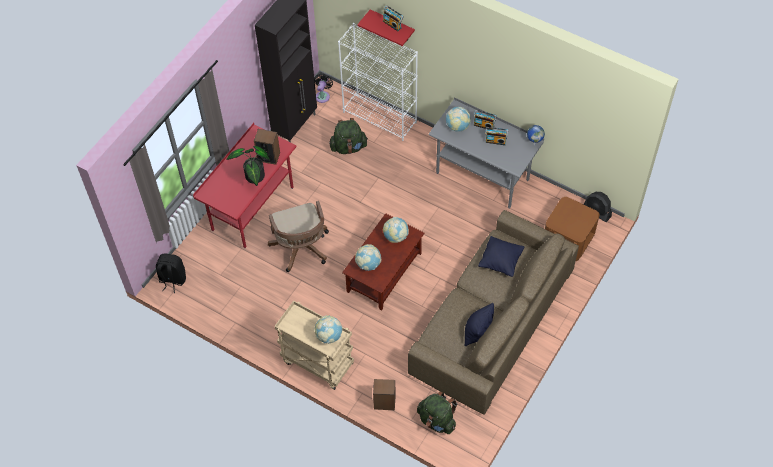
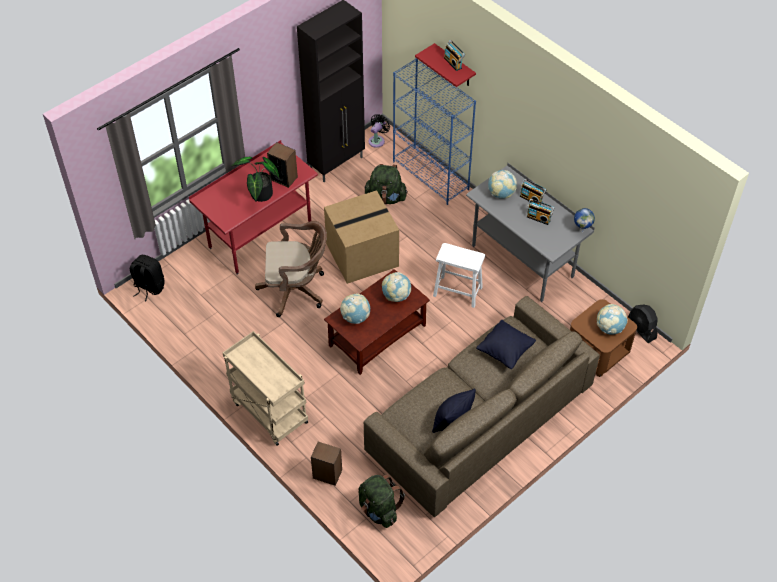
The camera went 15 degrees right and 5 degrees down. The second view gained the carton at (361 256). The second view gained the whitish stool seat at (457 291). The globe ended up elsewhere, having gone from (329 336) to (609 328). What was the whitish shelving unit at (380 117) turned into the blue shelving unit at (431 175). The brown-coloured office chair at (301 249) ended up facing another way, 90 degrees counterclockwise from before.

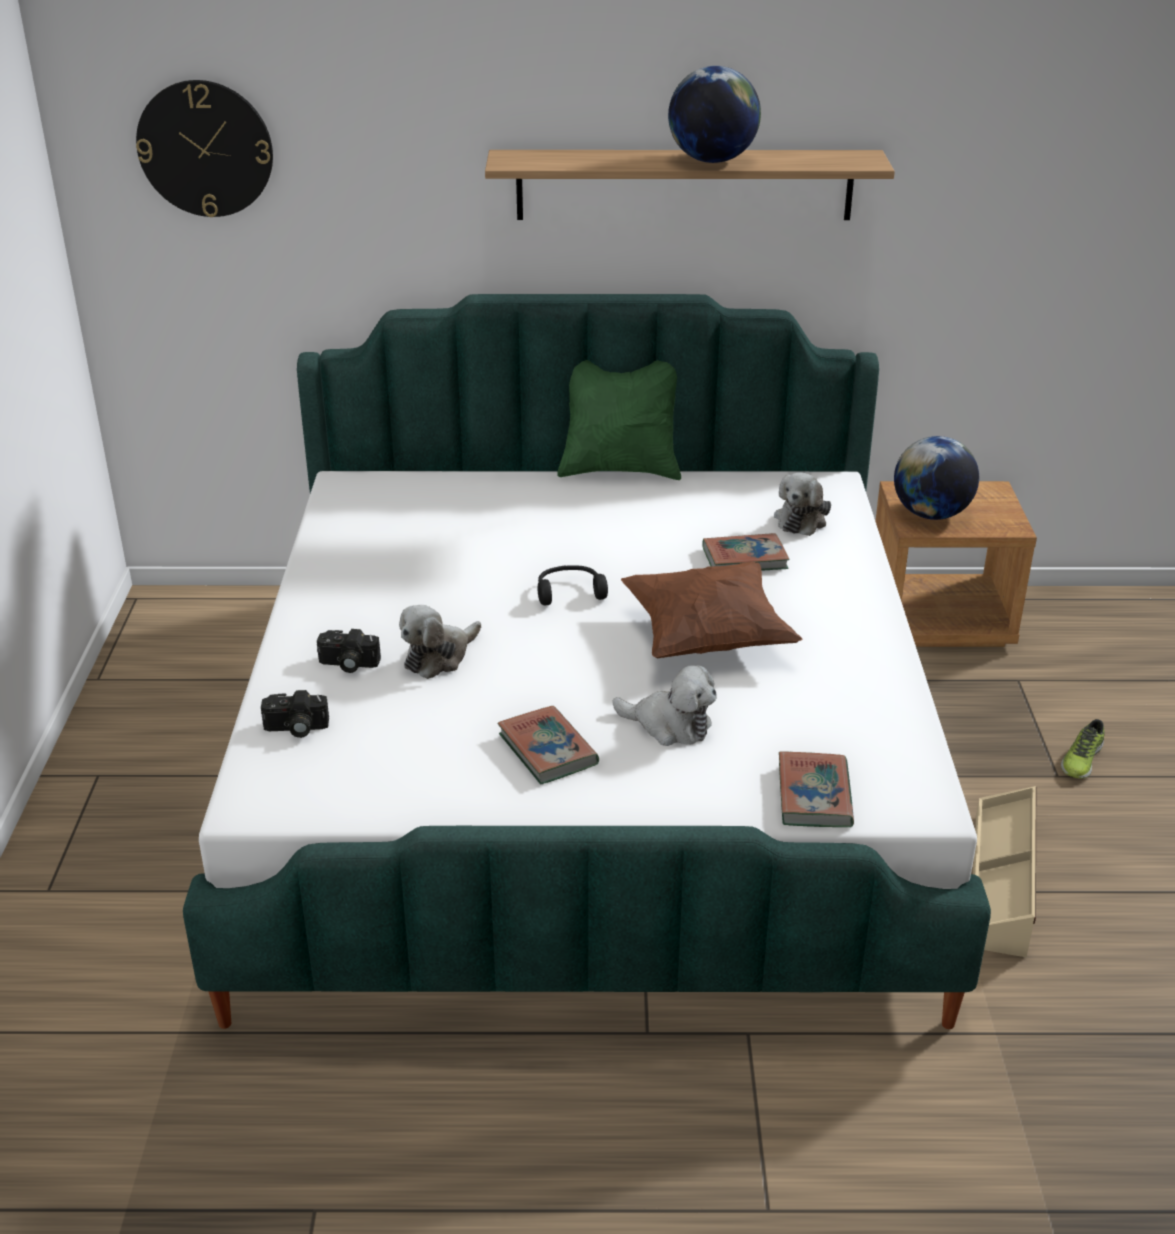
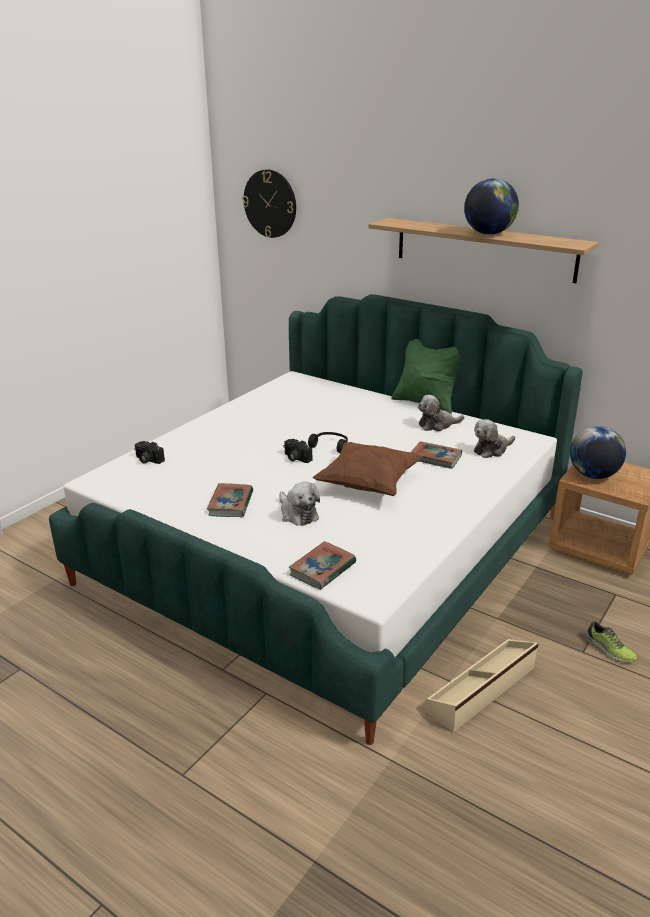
The camera went 35 degrees right and 5 degrees down. The still camera ended up elsewhere, having gone from (347 664) to (295 458). The cuddly toy ended up elsewhere, having gone from (439 657) to (437 425). The low shoe at (1081 760) ended up facing another way, 105 degrees counterclockwise from before.

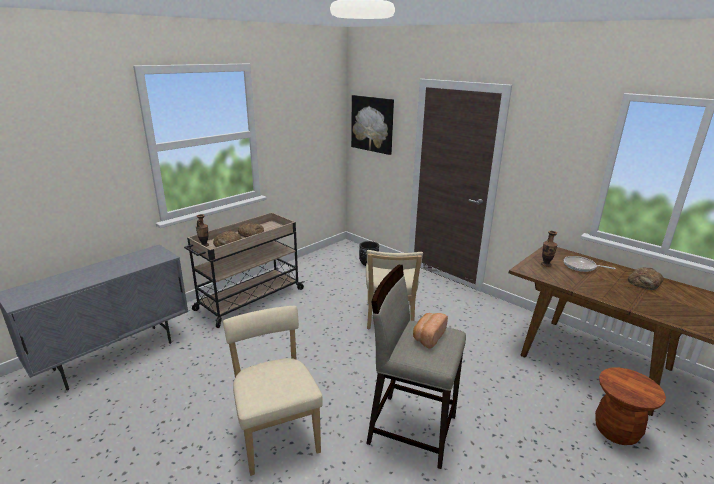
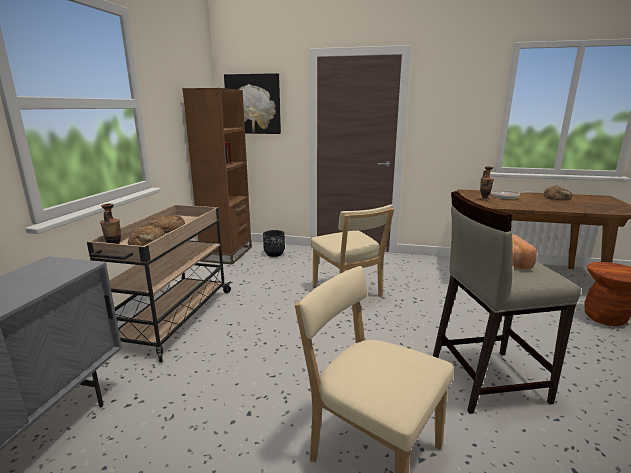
The camera went 30 degrees left and 5 degrees down. The second view gained the brown-coloured shelving unit at (227 254).

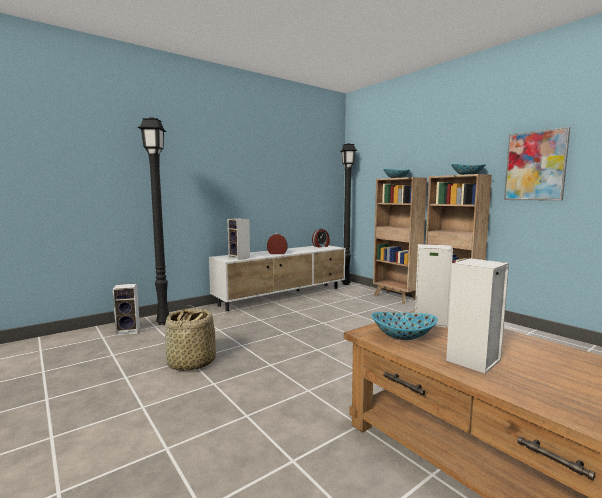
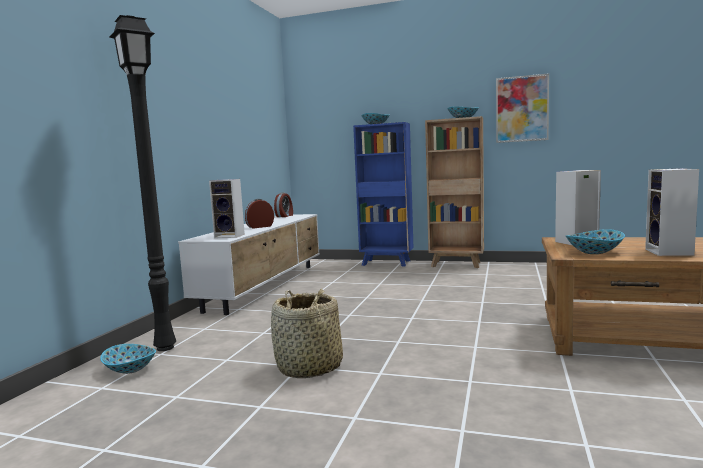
The camera went 35 degrees left and 0 degrees up. The second view lost the black standing lamp at (346 284). Where the audio speaker stood at (129 331), the serving bowl came to stand at (130 369). What was the brown-coloured shelving unit at (396 297) turned into the blue shelving unit at (387 263).

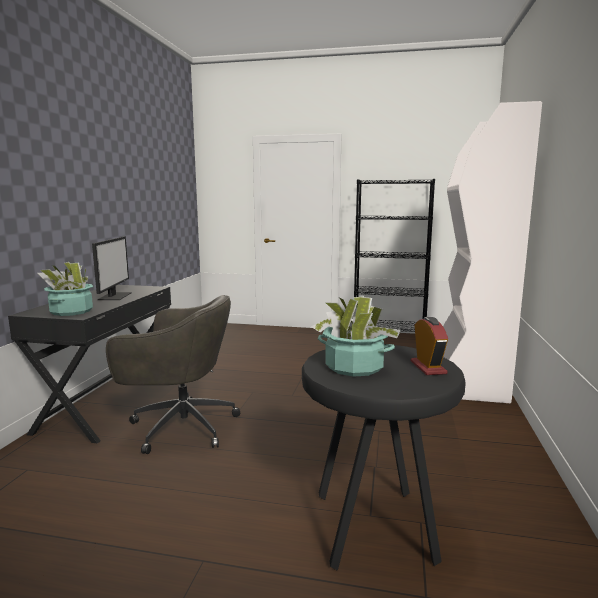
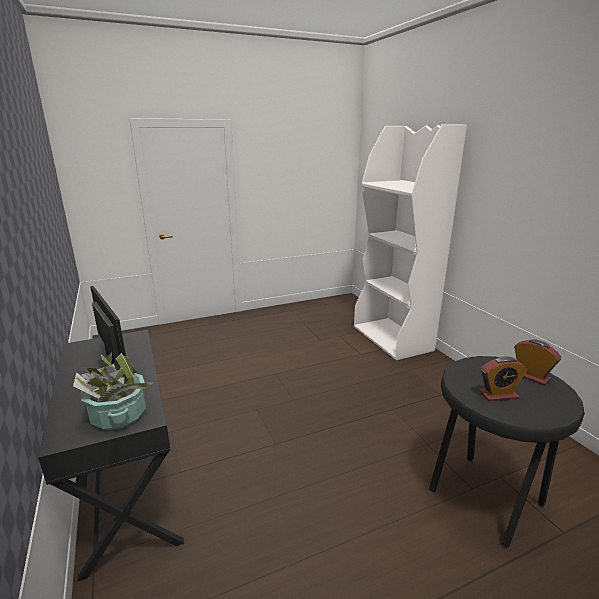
The camera went 35 degrees left and 10 degrees up. The second view lost the grey office chair at (180 426). The second view lost the black shelving unit at (389 337). Where the potted plant stood at (354 367), the alarm clock came to stand at (498 395).

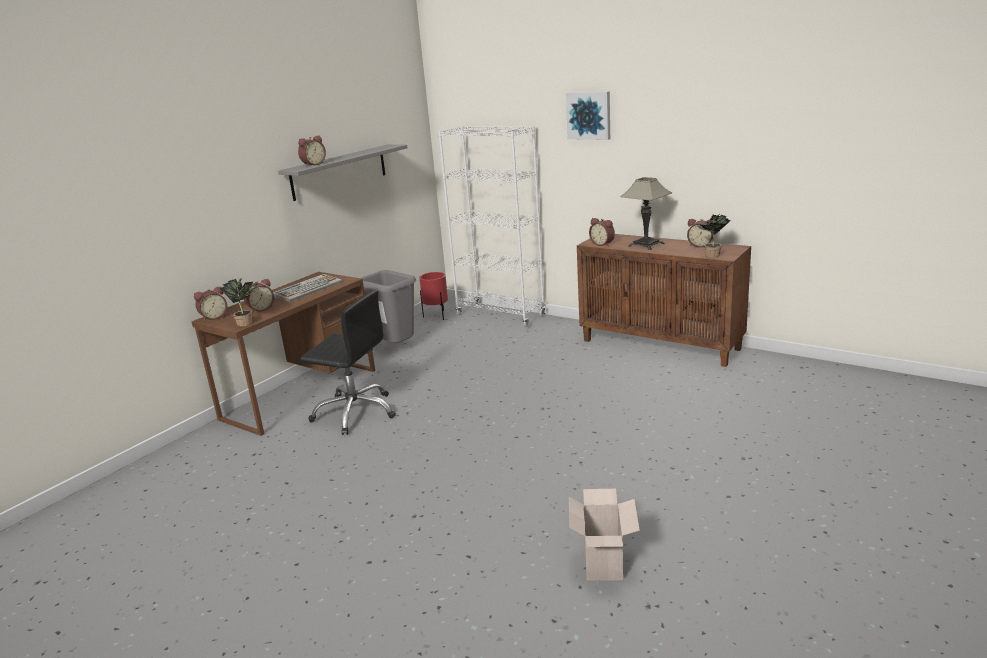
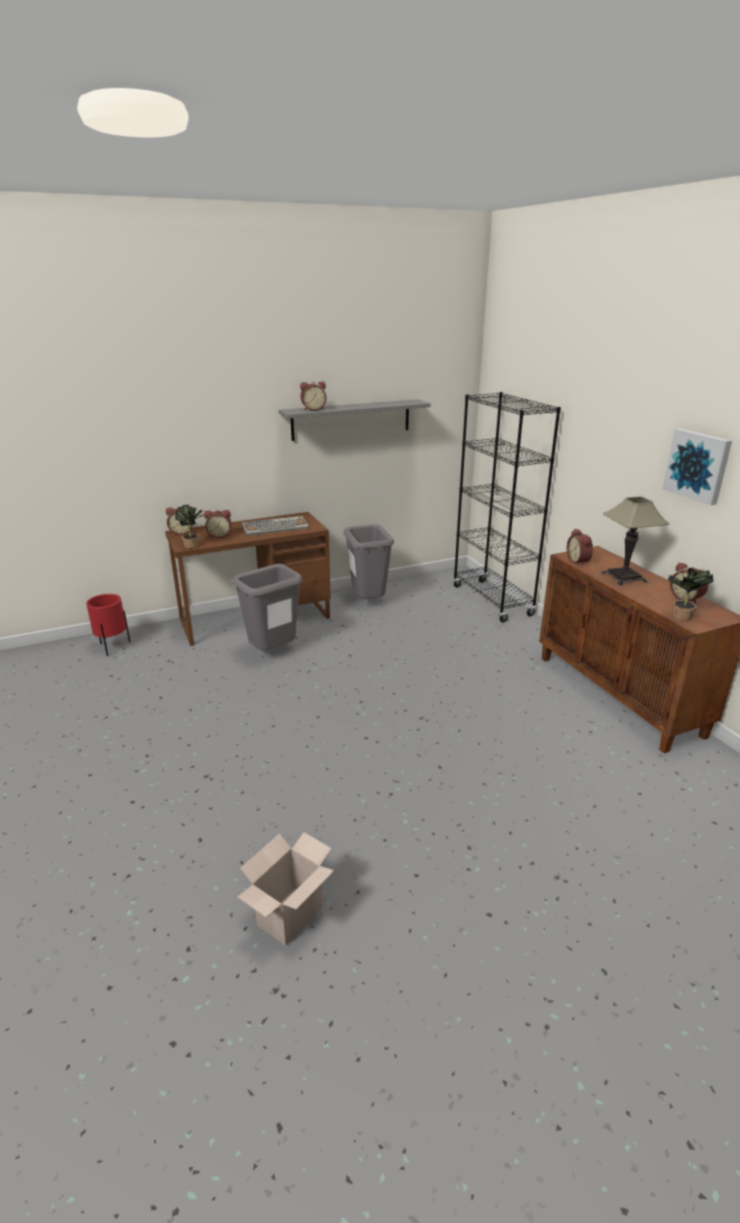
The camera went 30 degrees right and 5 degrees up. The red-coloured flower pot ended up elsewhere, having gone from (436 316) to (113 647). The picture ended up elsewhere, having gone from (589 115) to (698 465). Where the black office chair stood at (355 412), the grey rubbish bin came to stand at (272 653). What was the whitish shelving unit at (500 315) turned into the black shelving unit at (492 601).

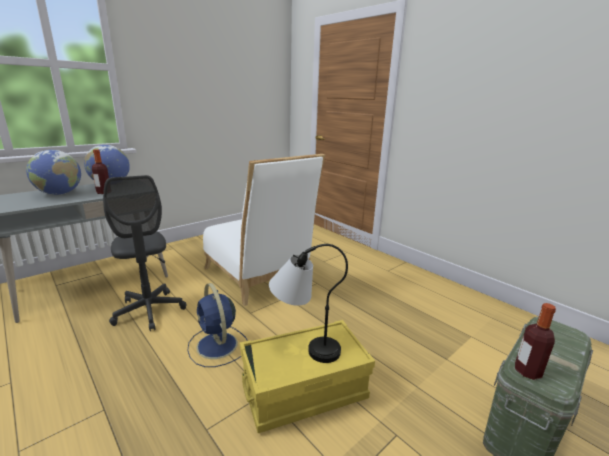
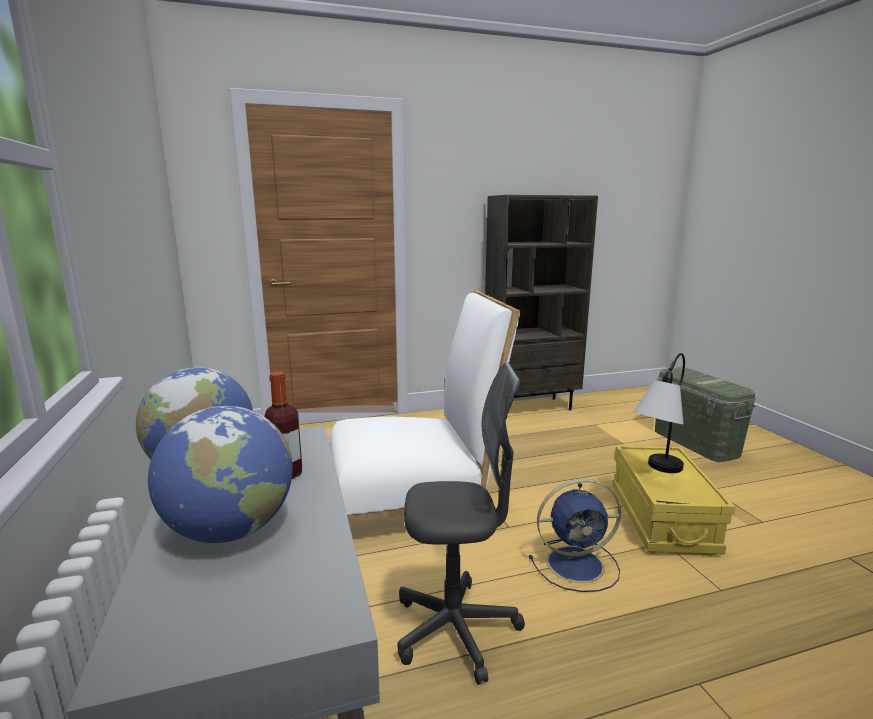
The camera went 65 degrees left and 5 degrees down. The second view lost the bottle at (527 371). The second view gained the brown-coloured shelving unit at (531 407).

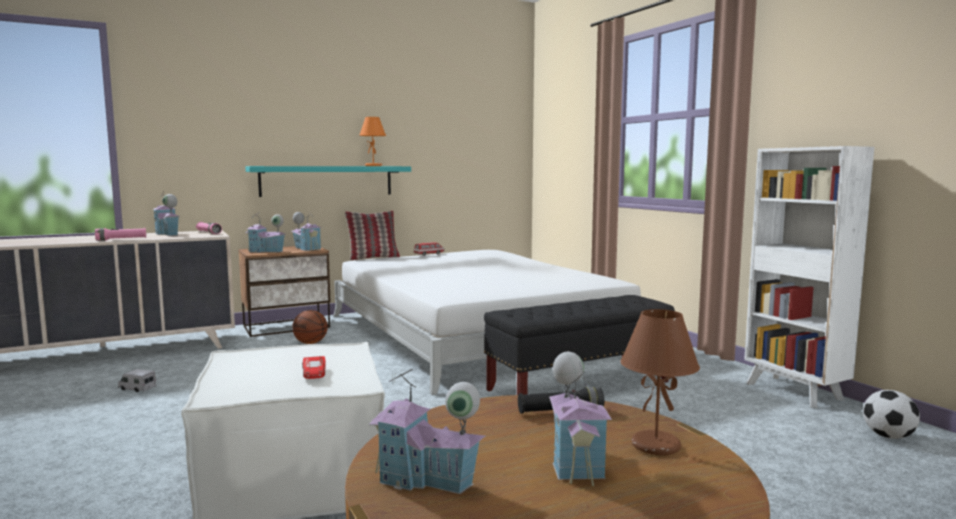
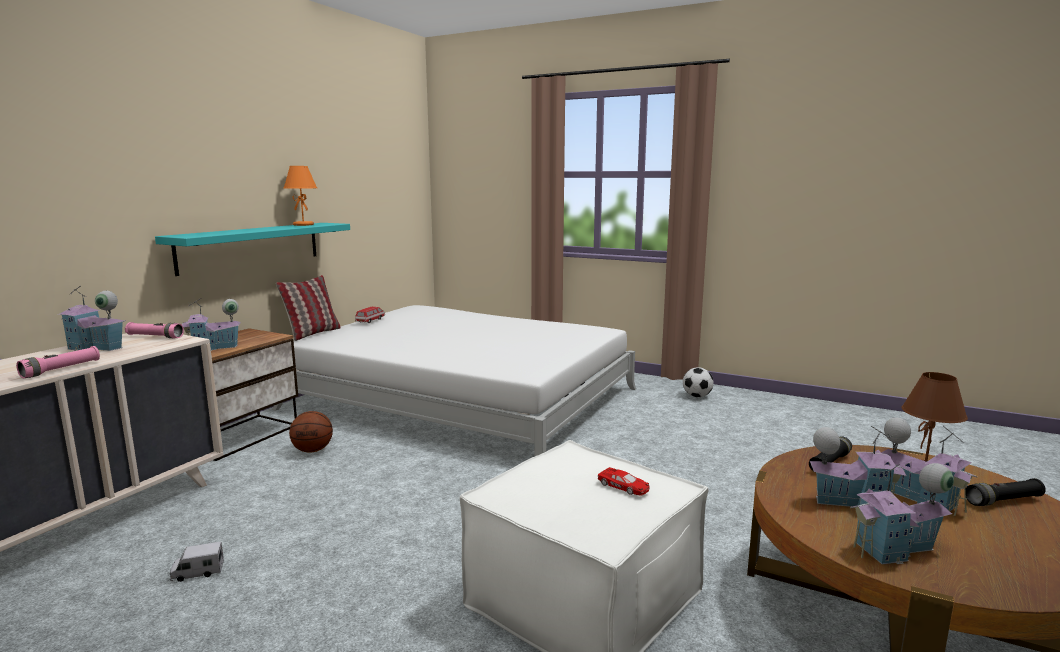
The camera went 35 degrees left and 5 degrees up. The second view lost the black long seat at (579 386). The second view lost the whitish shelving unit at (794 392). The second view gained the black hand torch at (1003 501). The model house ended up elsewhere, having gone from (307 248) to (851 502). The football ball ended up elsewhere, having gone from (888 436) to (697 396).

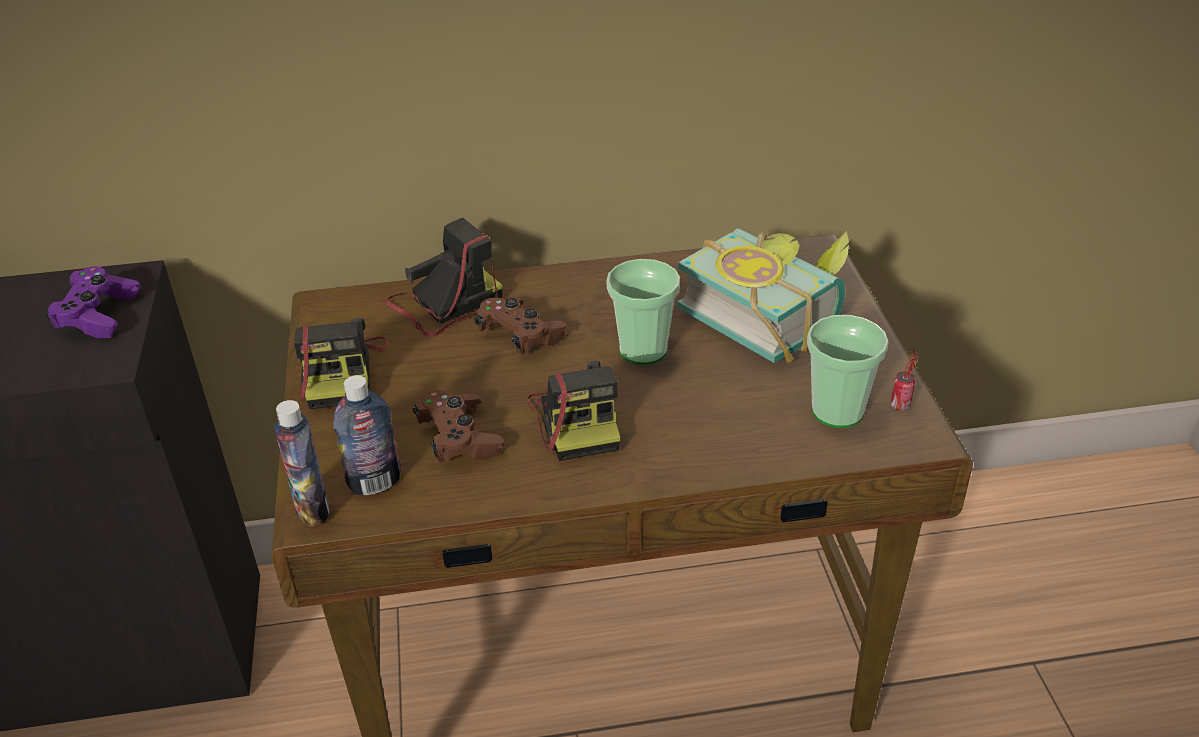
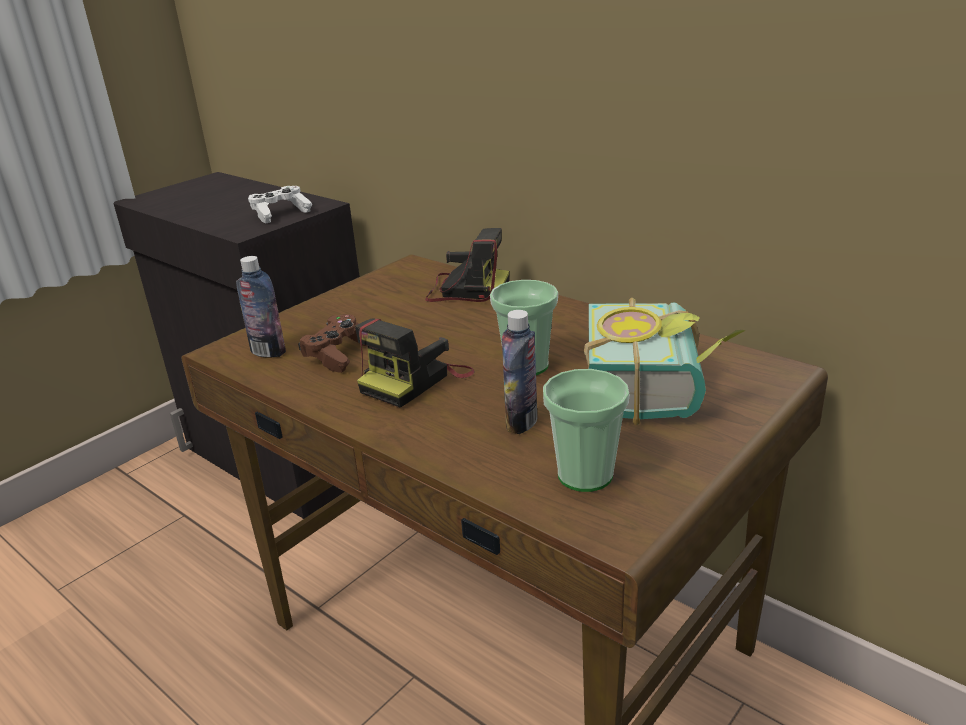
The camera went 50 degrees right and 10 degrees down. The second view lost the still camera at (342 373). The second view lost the brown-coloured joypad at (520 336). The second view lost the metal can at (901 404). The bottle ended up elsewhere, having gone from (312 509) to (521 422). What was the purplish joypad at (99 315) turned into the whitish joypad at (280 214).

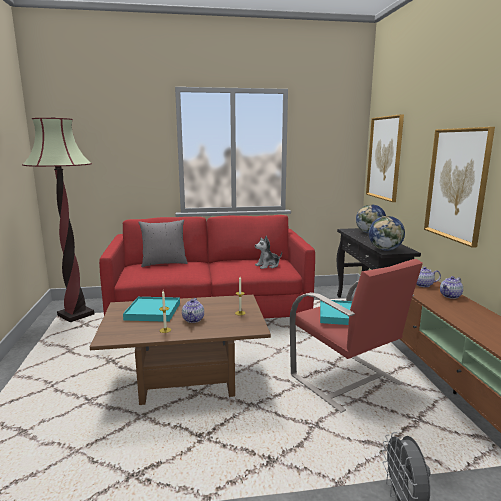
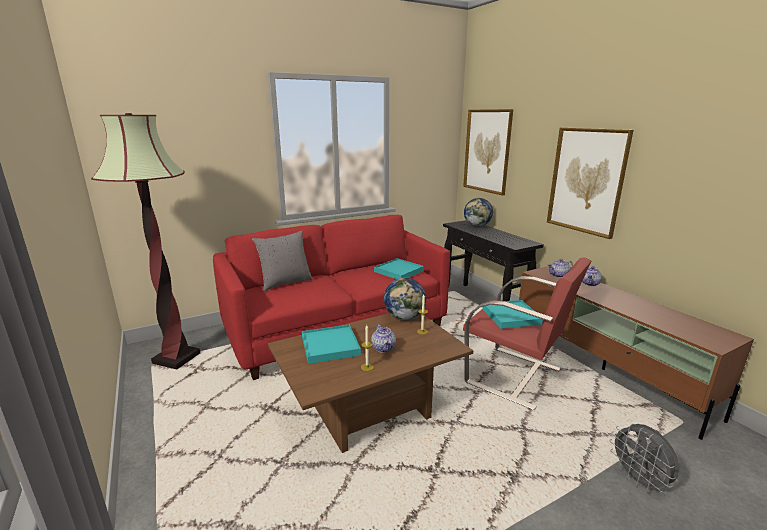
The camera went 20 degrees left and 5 degrees up. The globe ended up elsewhere, having gone from (385 249) to (405 317). Where the cuddly toy stood at (268 265), the turquoise serving tray came to stand at (399 271).

